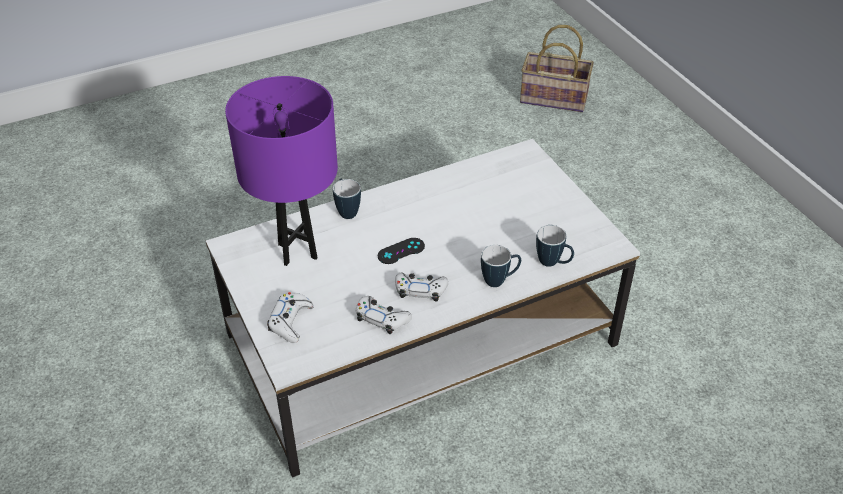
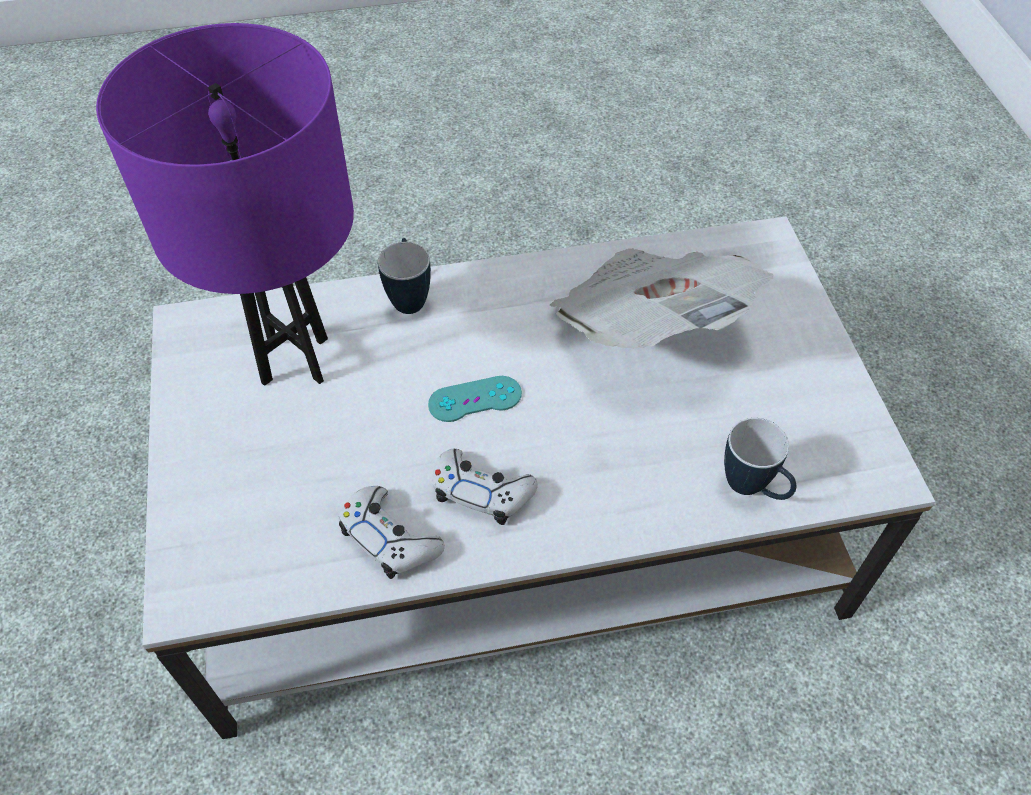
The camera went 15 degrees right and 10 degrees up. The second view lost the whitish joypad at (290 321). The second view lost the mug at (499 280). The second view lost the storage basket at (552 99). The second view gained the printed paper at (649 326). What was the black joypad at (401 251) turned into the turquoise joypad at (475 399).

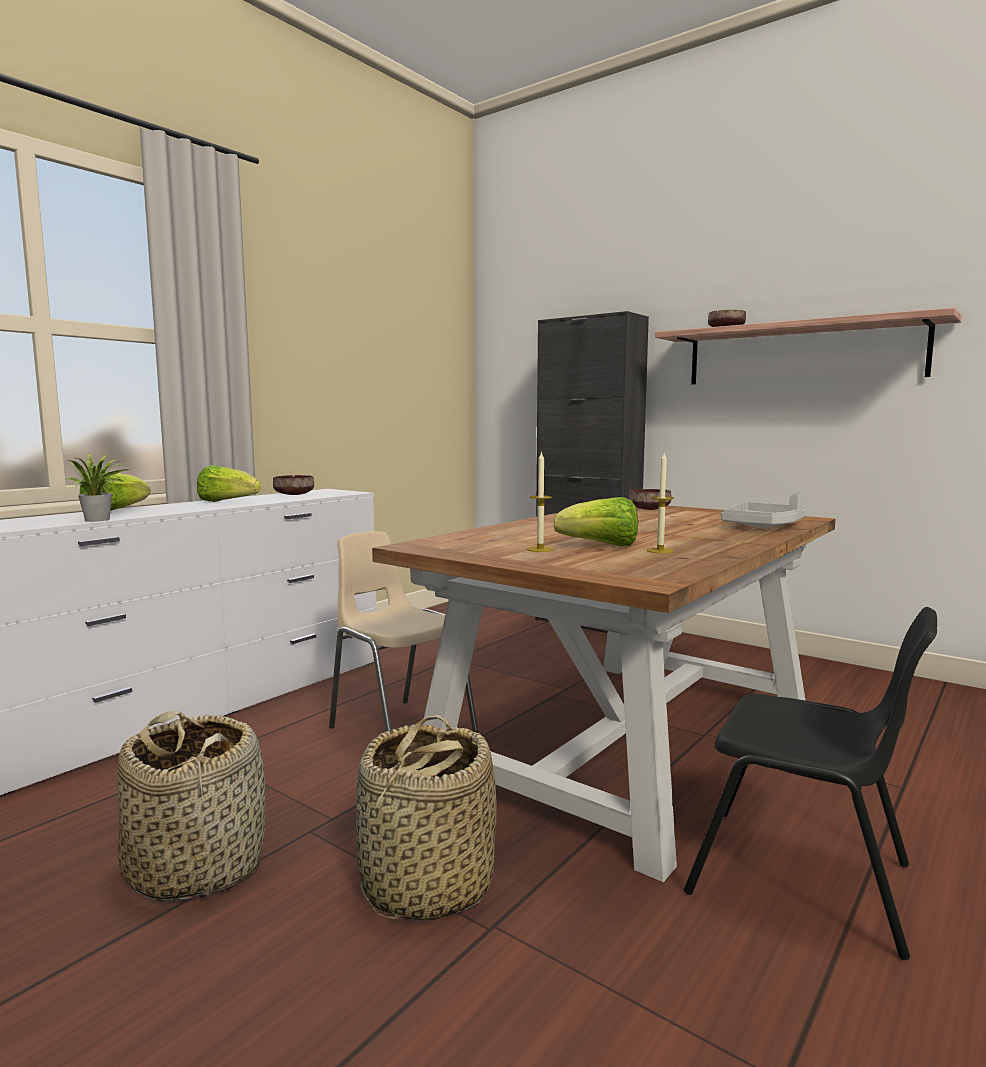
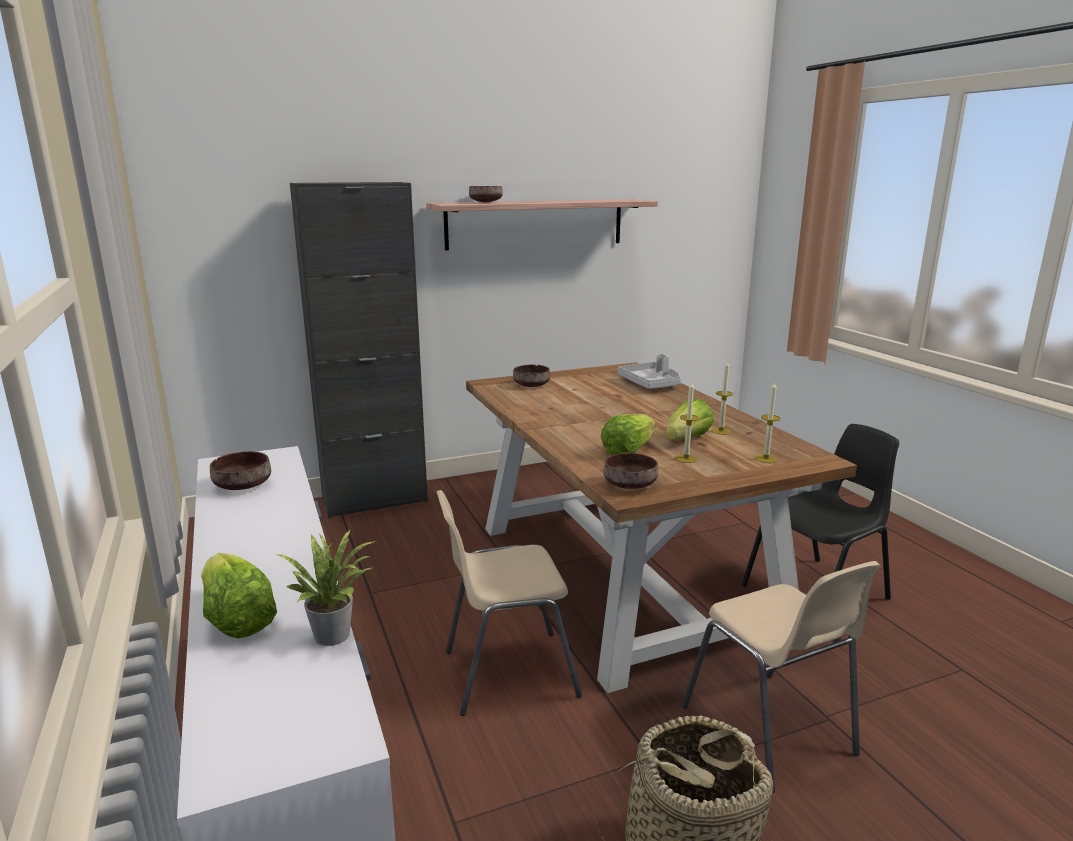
The camera went 60 degrees left and 10 degrees up. The second view gained the brown-coloured serving bowl at (630 484). The second view gained the candle at (766 459). The lettuce ended up elsewhere, having gone from (227 502) to (628 451). Where the storage basket stood at (425 885), the sand-coloured plain chair came to stand at (770 732).

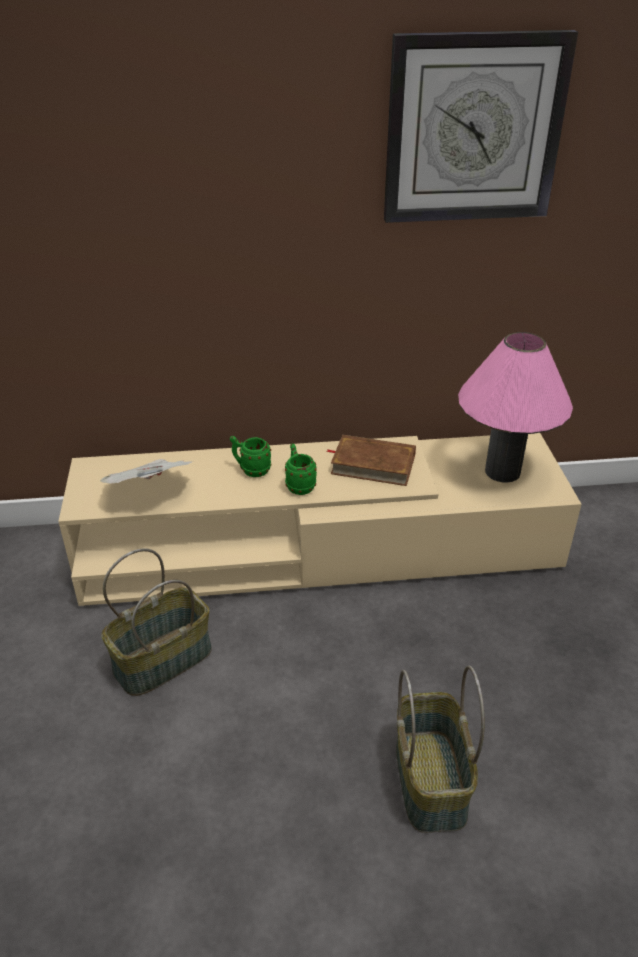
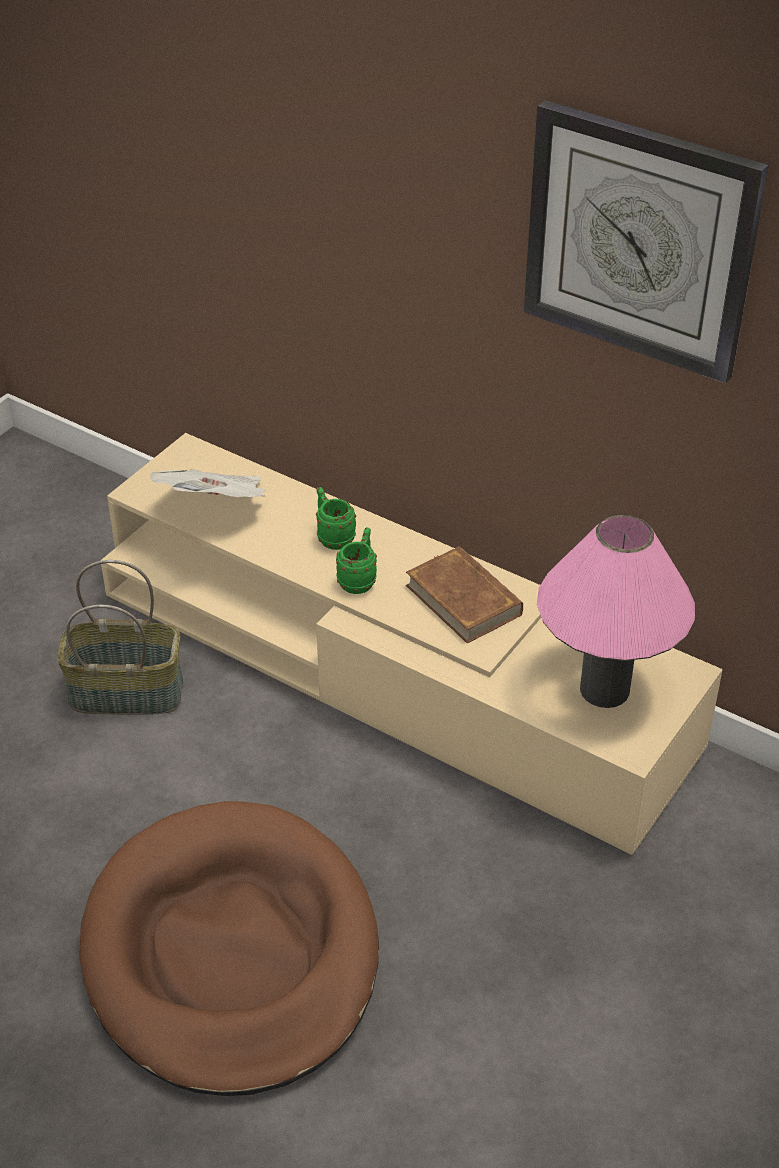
The camera went 40 degrees right and 5 degrees up. Where the storage basket stood at (432 781), the brown-coloured dog cushion came to stand at (231 953).

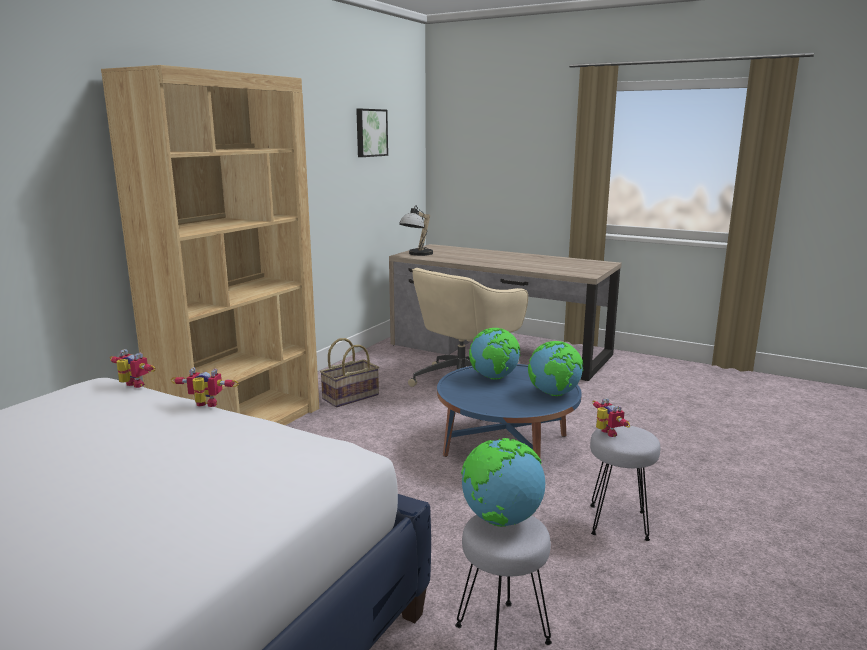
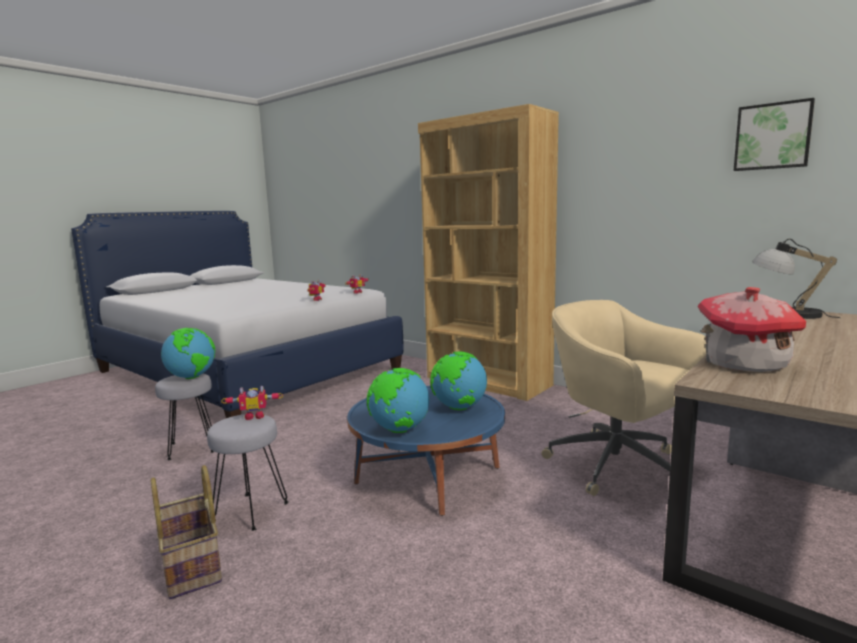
The camera went 100 degrees right and 5 degrees down. The second view gained the model house at (745 363). The storage basket ended up elsewhere, having gone from (350 396) to (193 565).

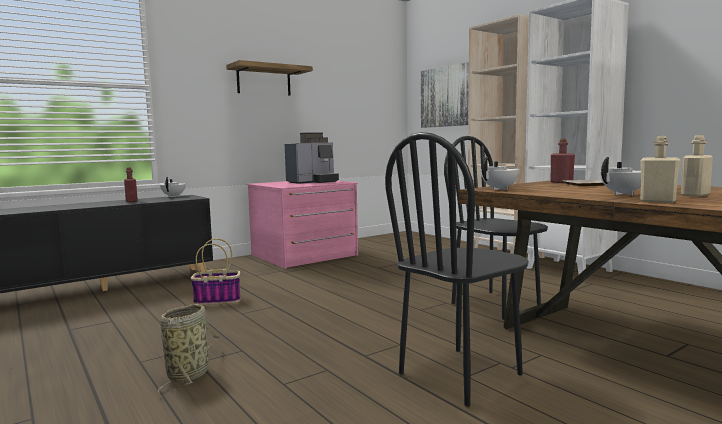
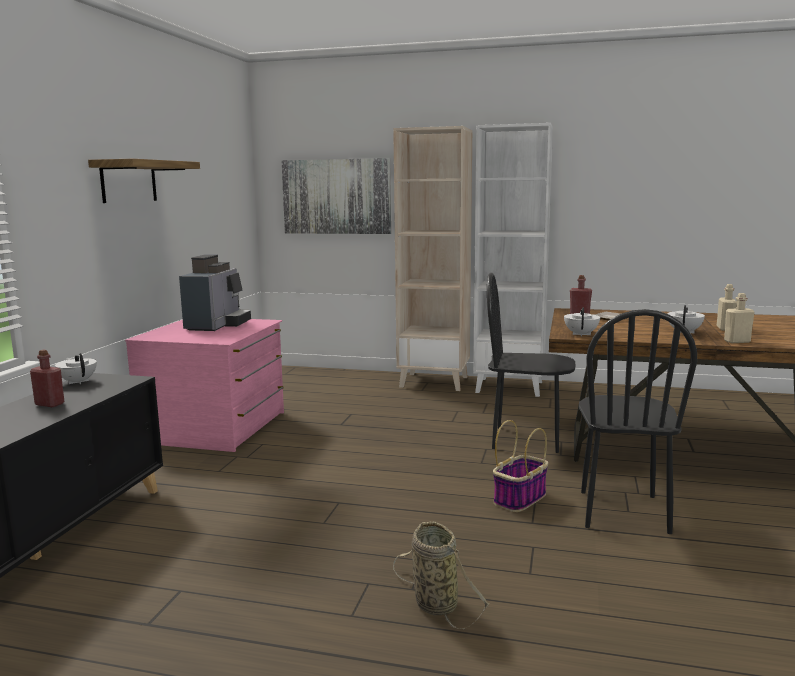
The camera went 40 degrees left and 5 degrees up. The storage basket ended up elsewhere, having gone from (218 300) to (520 498).

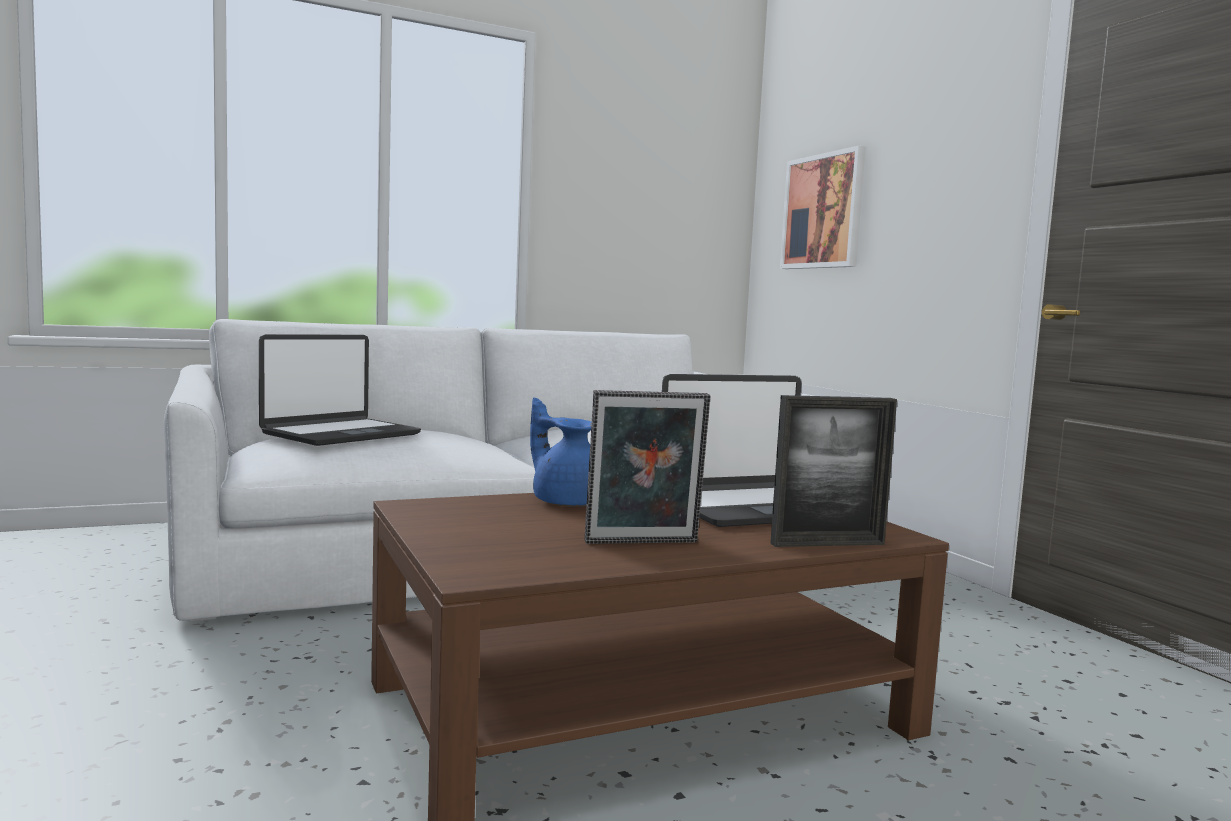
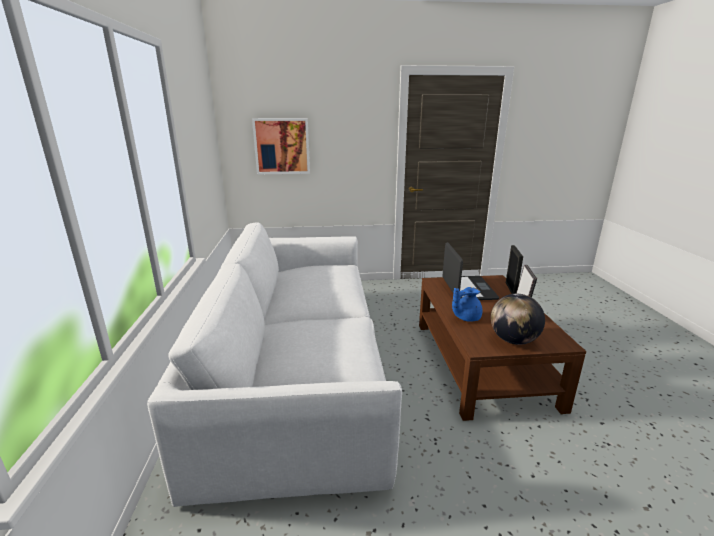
The camera went 70 degrees left and 15 degrees up. The second view lost the portable computer at (340 434). The second view gained the globe at (513 340).

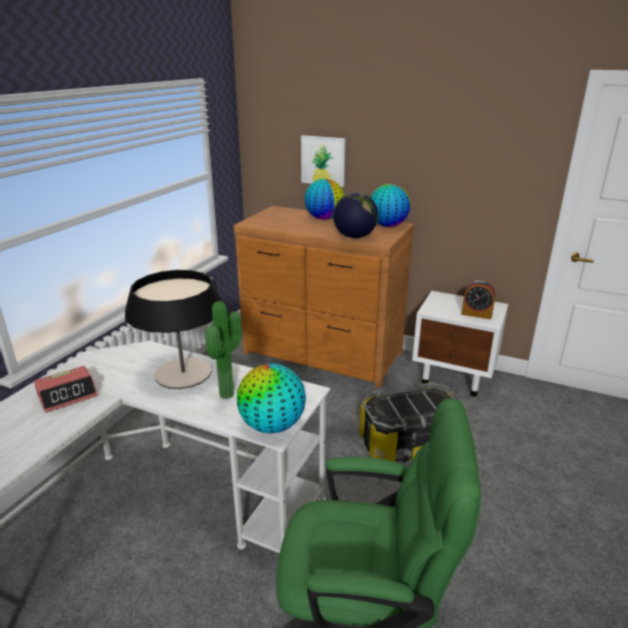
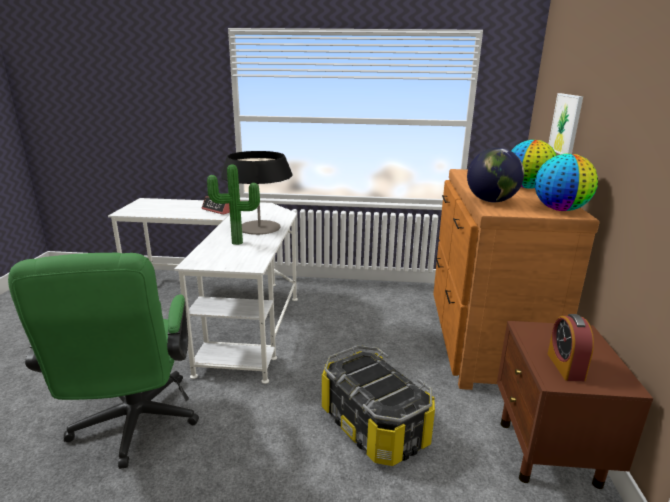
The camera went 70 degrees right and 5 degrees down. The second view lost the globe at (272 426). What was the whitish nightstand at (454 377) turned into the brown-coloured nightstand at (548 454).

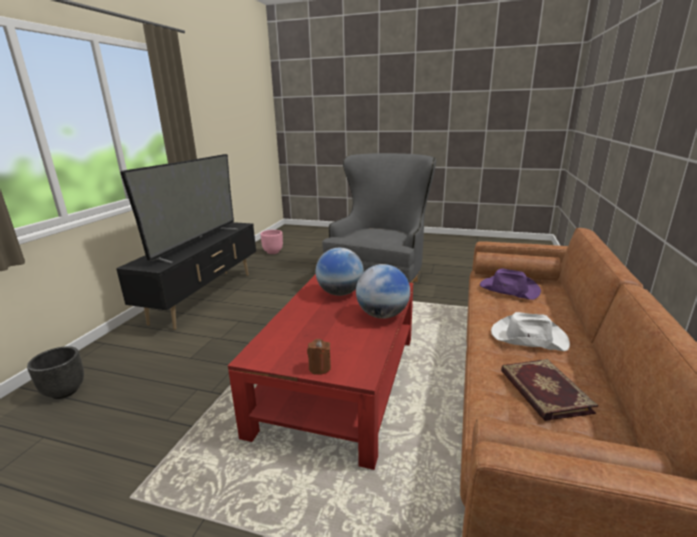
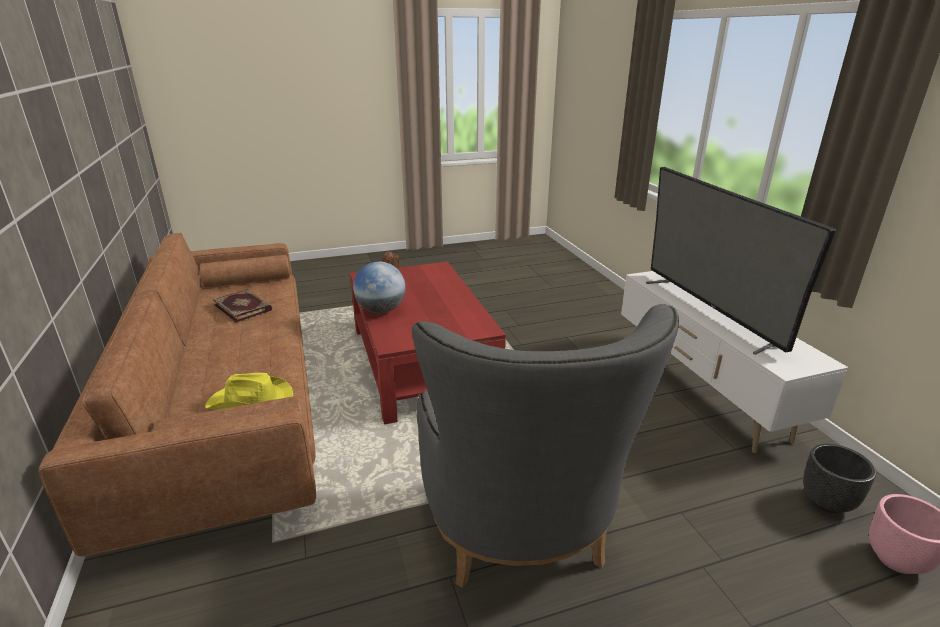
The camera went 145 degrees right and 5 degrees up. The second view lost the globe at (340 293). The second view lost the whitish clothing hat at (527 337). The black flower pot ended up elsewhere, having gone from (65 391) to (828 502). What was the black tv stand at (205 297) turned into the whitish tv stand at (702 390). What was the purplish clothing hat at (508 289) turned into the yellow clothing hat at (251 401).

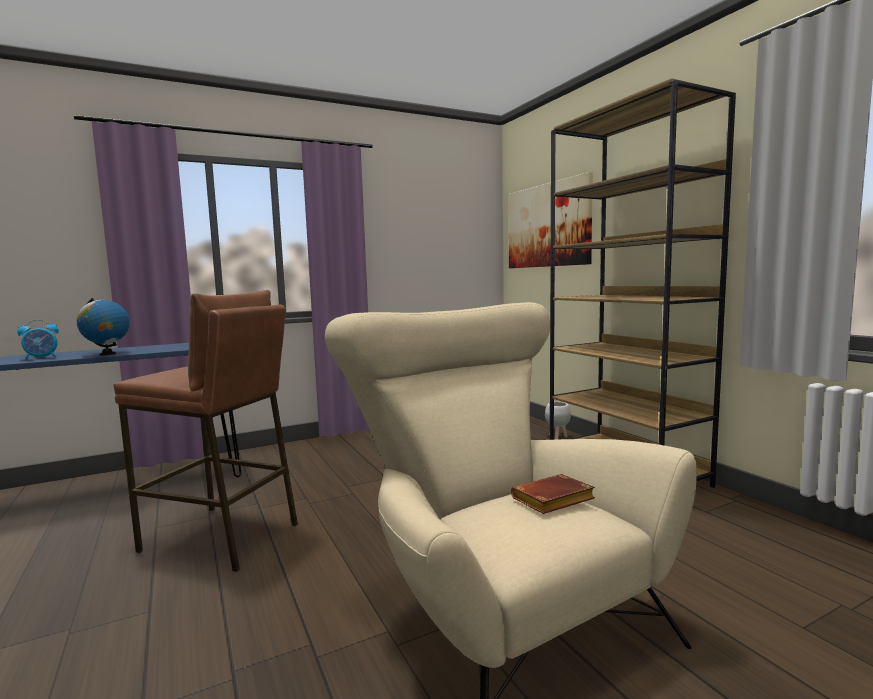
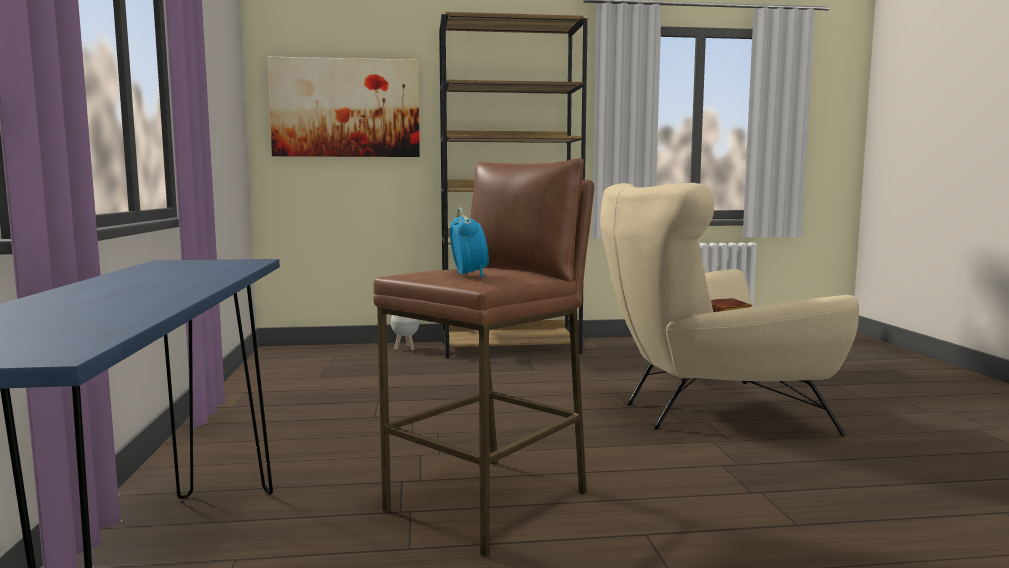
The camera went 70 degrees left and 0 degrees up. The second view lost the globe at (107 354). The alarm clock ended up elsewhere, having gone from (41 358) to (469 275).

